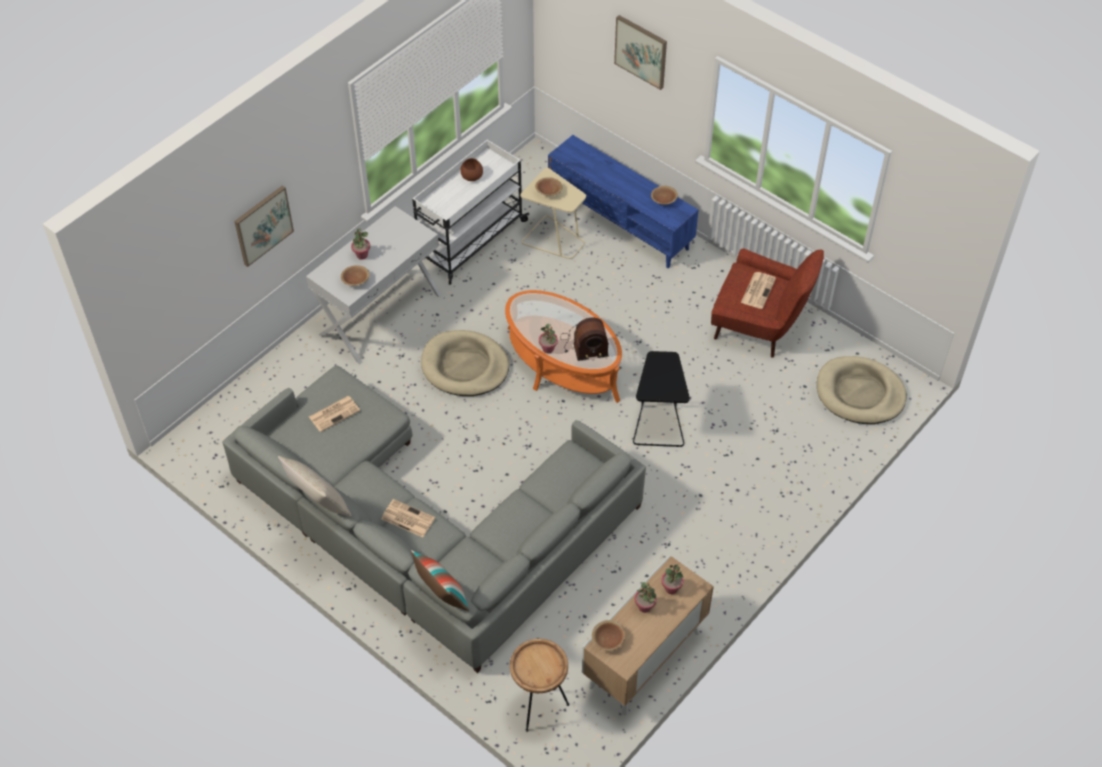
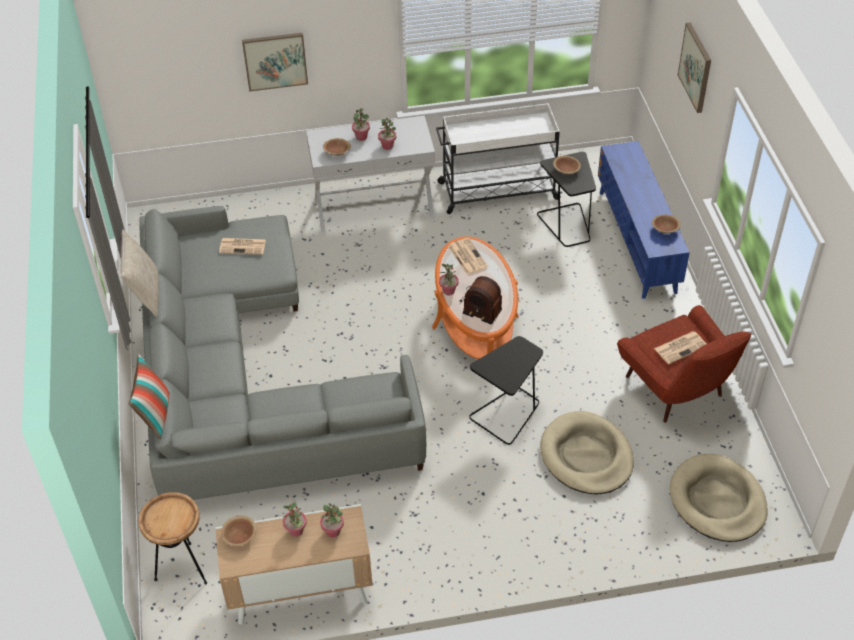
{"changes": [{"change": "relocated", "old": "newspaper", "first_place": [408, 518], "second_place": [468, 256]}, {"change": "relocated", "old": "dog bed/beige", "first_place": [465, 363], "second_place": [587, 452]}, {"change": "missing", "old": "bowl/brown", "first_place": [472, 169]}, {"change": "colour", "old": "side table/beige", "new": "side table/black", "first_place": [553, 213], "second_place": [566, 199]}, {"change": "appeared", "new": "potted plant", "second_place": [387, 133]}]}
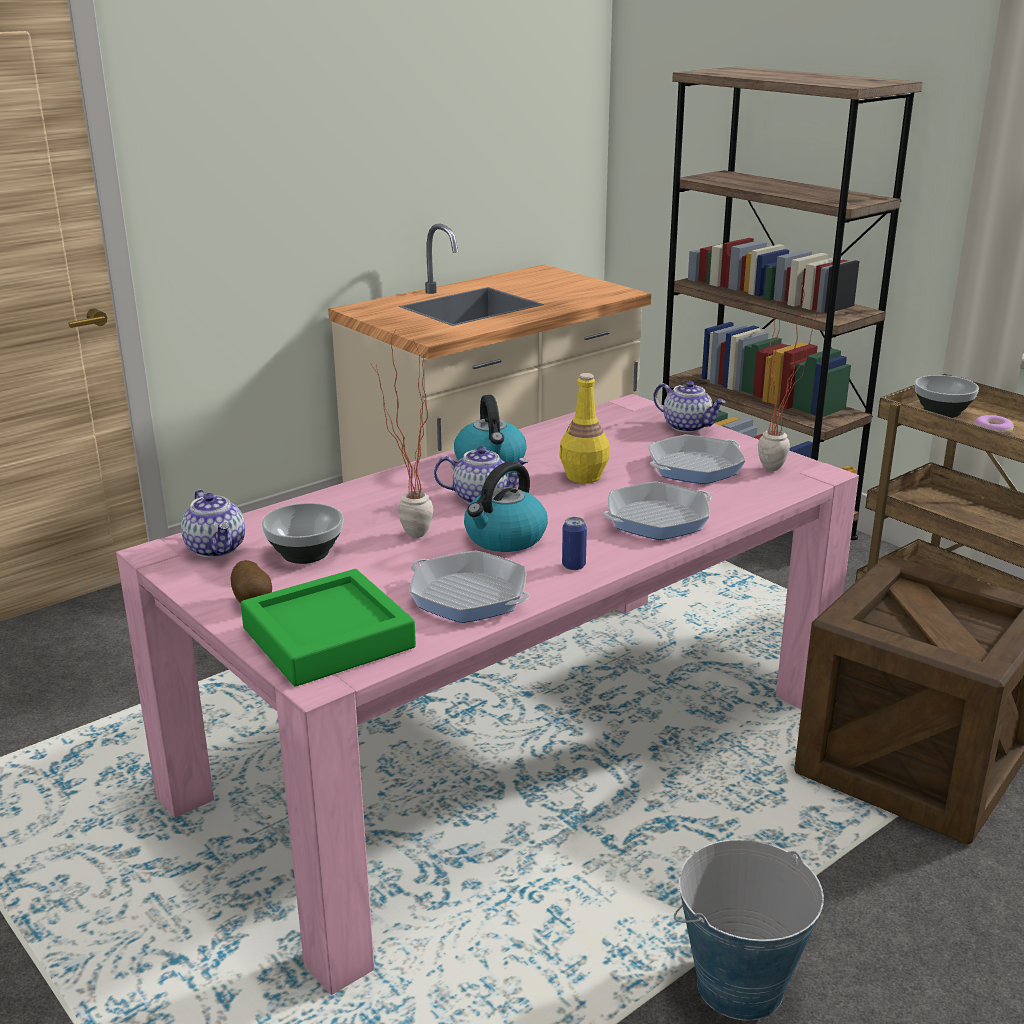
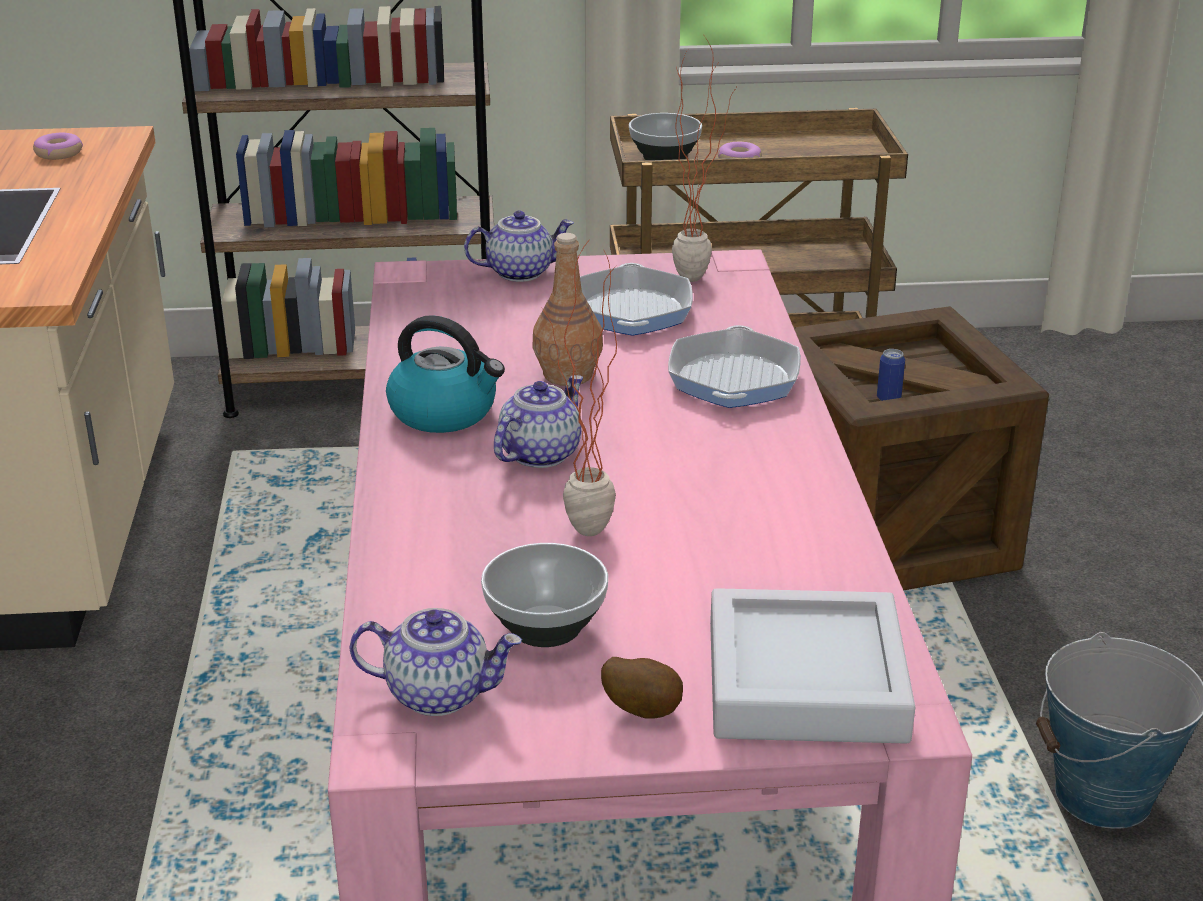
{"changes": [{"change": "colour", "old": "tray/green", "new": "tray/grey", "first_place": [328, 628], "second_place": [812, 666]}, {"change": "missing", "old": "frying pan", "first_place": [469, 587]}, {"change": "missing", "old": "kettle", "first_place": [505, 507]}, {"change": "colour", "old": "bottle/yellow", "new": "bottle/brown", "first_place": [584, 428], "second_place": [567, 309]}, {"change": "relocated", "old": "can", "first_place": [574, 543], "second_place": [891, 375]}, {"change": "appeared", "new": "donut", "second_place": [58, 146]}]}
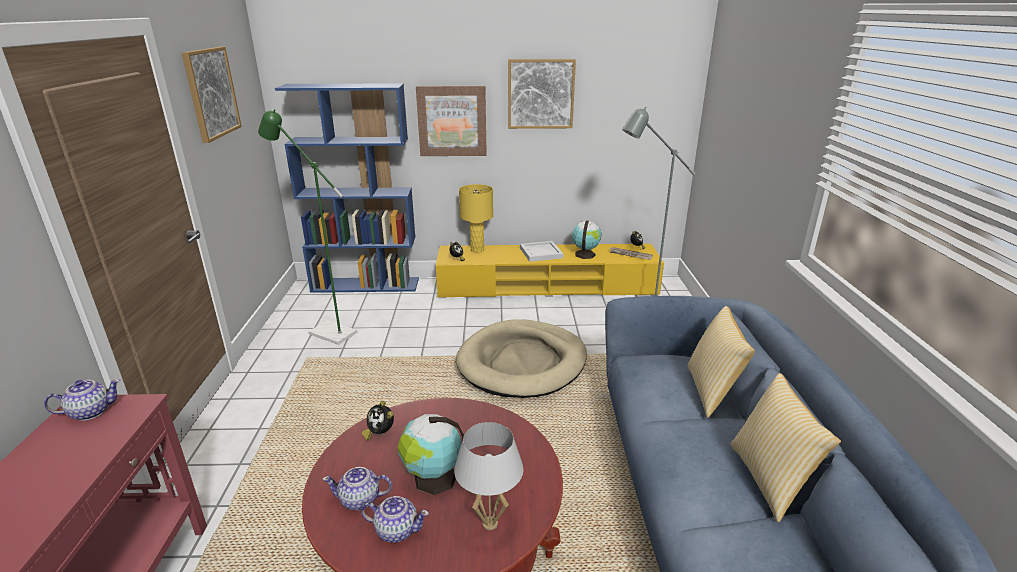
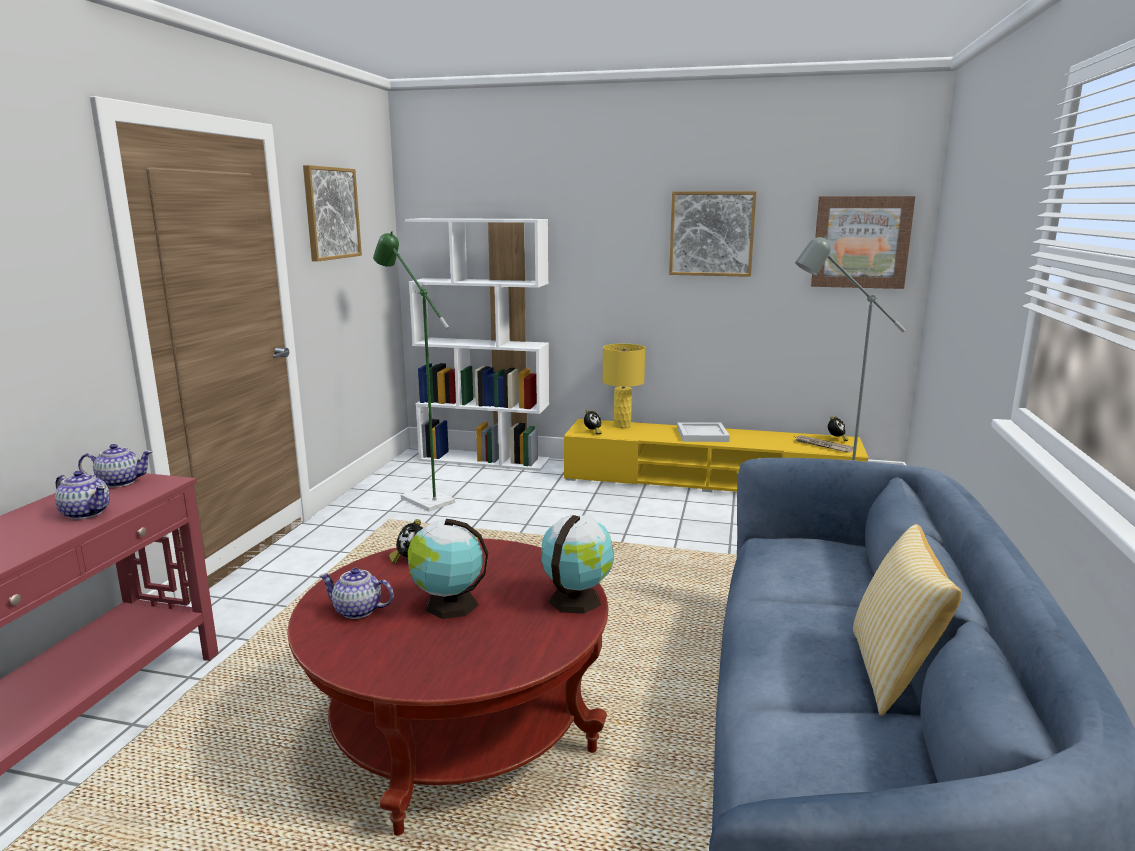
{"changes": [{"change": "colour", "old": "bookcase/blue", "new": "bookcase/white", "first_place": [347, 188], "second_place": [477, 344]}, {"change": "relocated", "old": "teapot", "first_place": [395, 519], "second_place": [82, 495]}, {"change": "relocated", "old": "picture", "first_place": [451, 121], "second_place": [863, 242]}, {"change": "missing", "old": "table lamp/white", "first_place": [489, 476]}, {"change": "missing", "old": "dog bed/beige", "first_place": [521, 358]}, {"change": "relocated", "old": "globe", "first_place": [586, 240], "second_place": [578, 564]}, {"change": "missing", "old": "pillow", "first_place": [721, 362]}]}
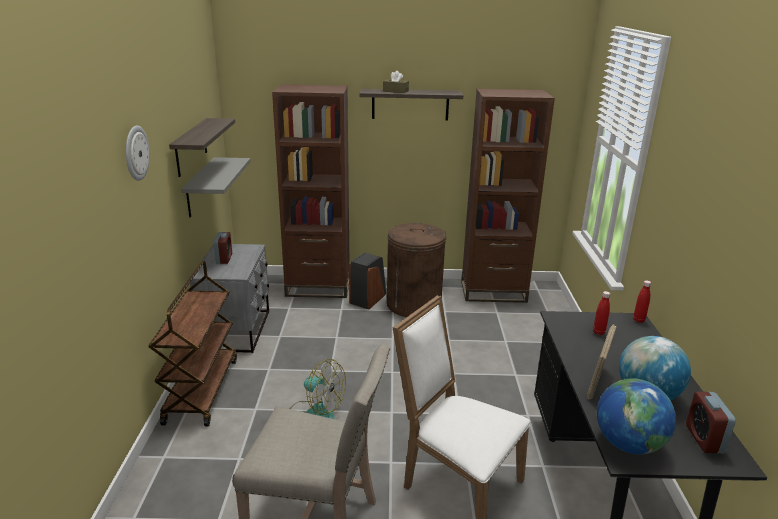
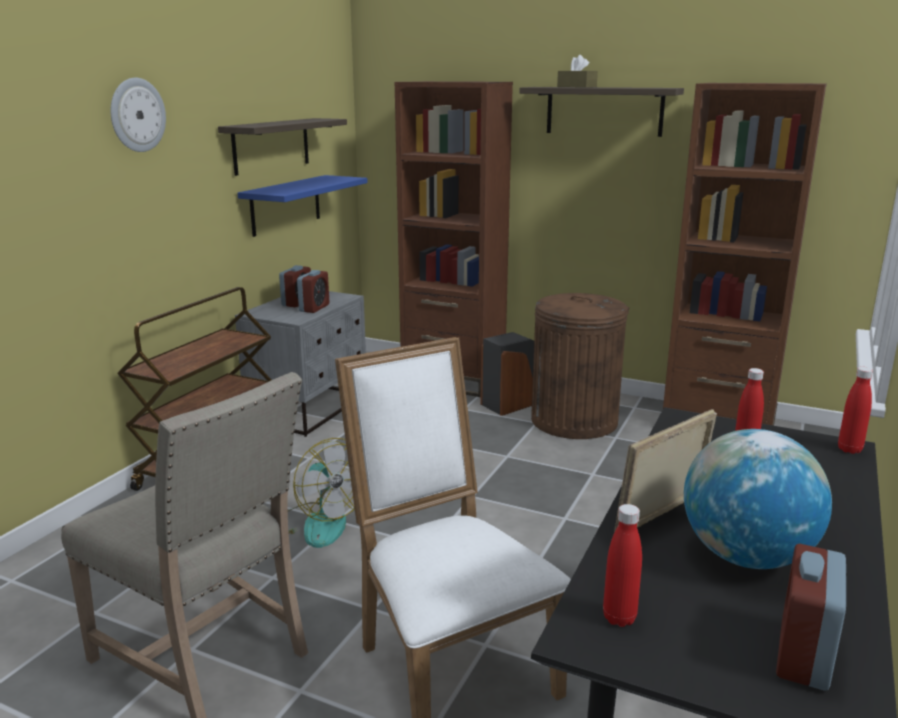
{"changes": [{"change": "colour", "old": "shelf/grey", "new": "shelf/blue", "first_place": [216, 187], "second_place": [302, 206]}, {"change": "exchanged", "old": "globe", "new": "bottle/red", "first_place": [636, 416], "second_place": [622, 565]}, {"change": "appeared", "new": "alarm clock", "second_place": [313, 291]}]}
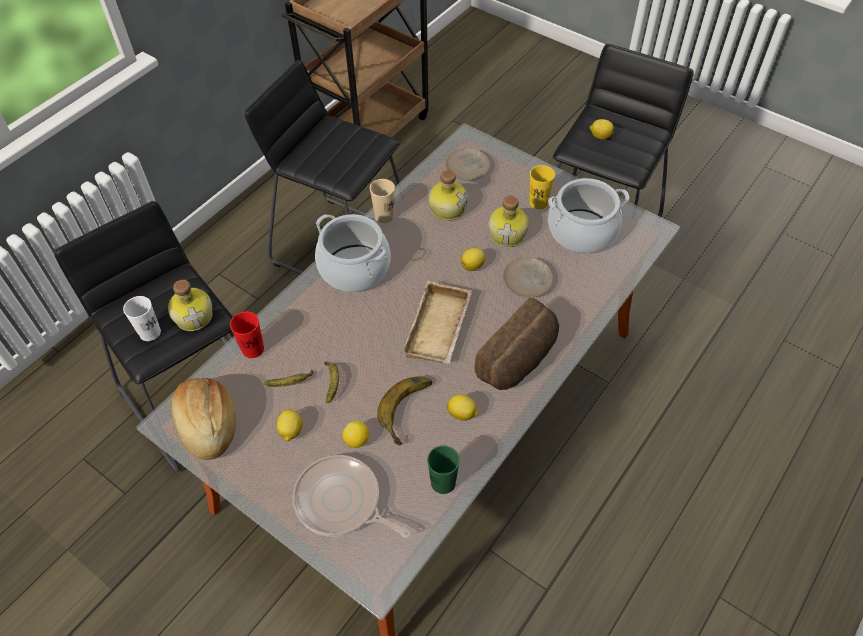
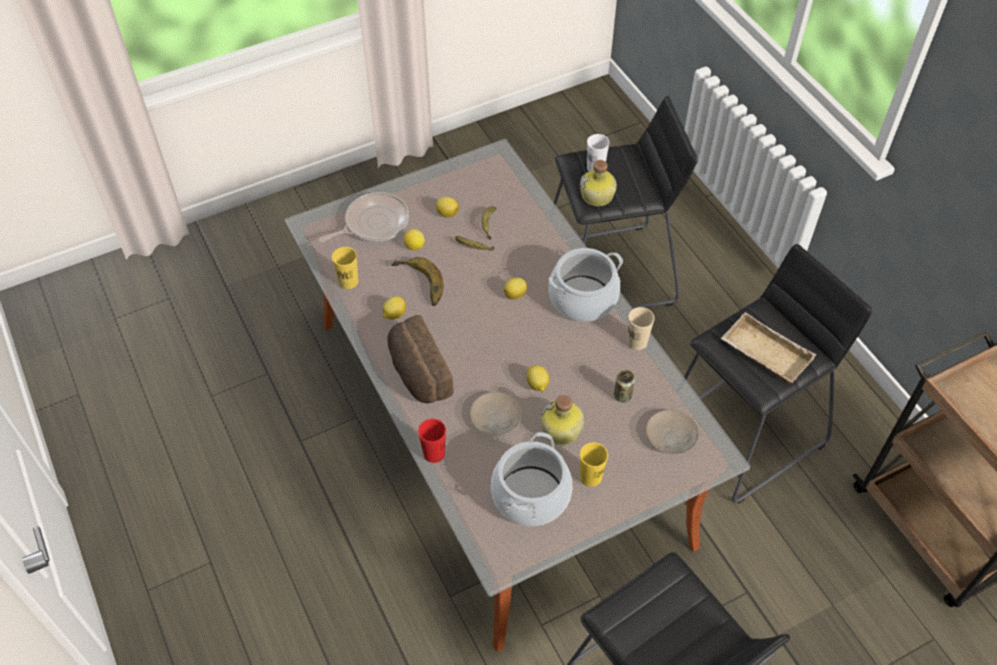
{"changes": [{"change": "missing", "old": "bread", "first_place": [203, 419]}, {"change": "relocated", "old": "cup/red", "first_place": [247, 334], "second_place": [432, 441]}, {"change": "relocated", "old": "tray/beige", "first_place": [437, 322], "second_place": [768, 347]}, {"change": "colour", "old": "cup/green", "new": "cup/yellow", "first_place": [443, 469], "second_place": [345, 268]}, {"change": "exchanged", "old": "bottle", "new": "can", "first_place": [448, 195], "second_place": [624, 386]}, {"change": "relocated", "old": "lemon", "first_place": [602, 129], "second_place": [515, 288]}]}
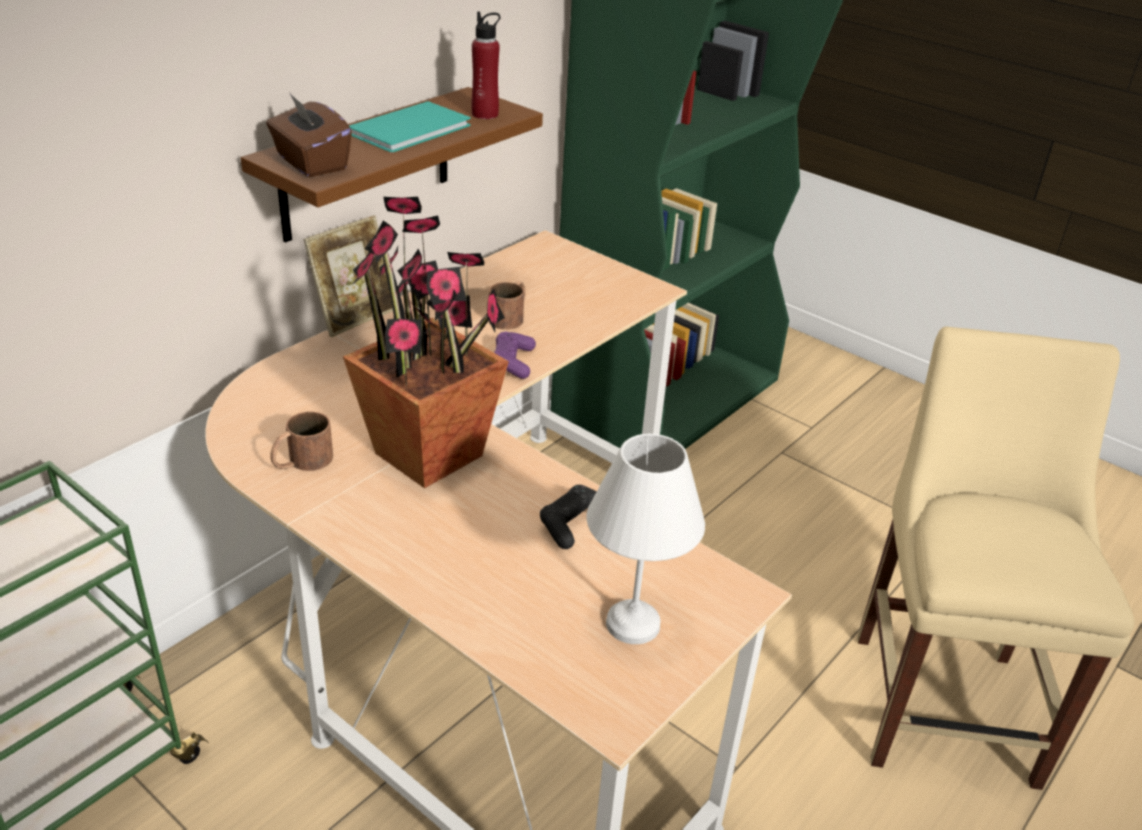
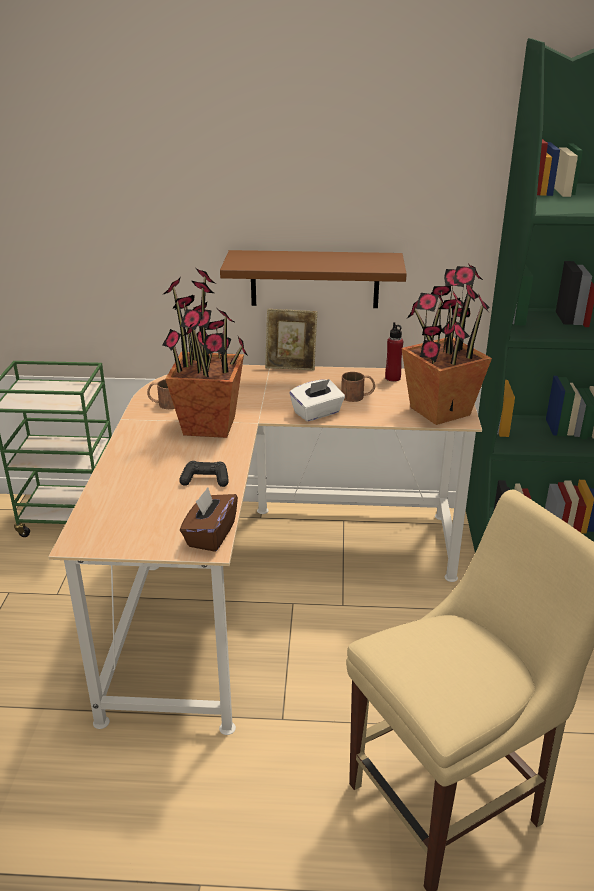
{"changes": [{"change": "relocated", "old": "tissue box/brown", "first_place": [309, 134], "second_place": [209, 519]}, {"change": "missing", "old": "book/turquoise", "first_place": [410, 126]}, {"change": "relocated", "old": "bottle/red", "first_place": [485, 65], "second_place": [394, 352]}, {"change": "exchanged", "old": "game controller/purple", "new": "tissue box/white", "first_place": [515, 355], "second_place": [317, 400]}, {"change": "missing", "old": "table lamp/white", "first_place": [645, 539]}, {"change": "appeared", "new": "potted plant", "second_place": [446, 343]}]}
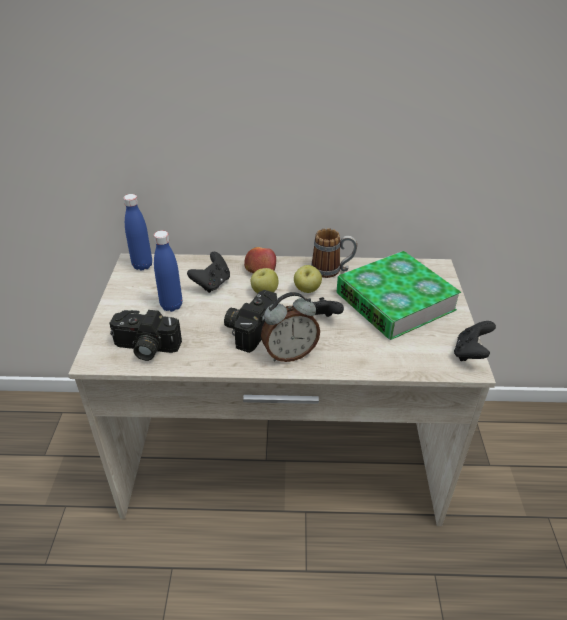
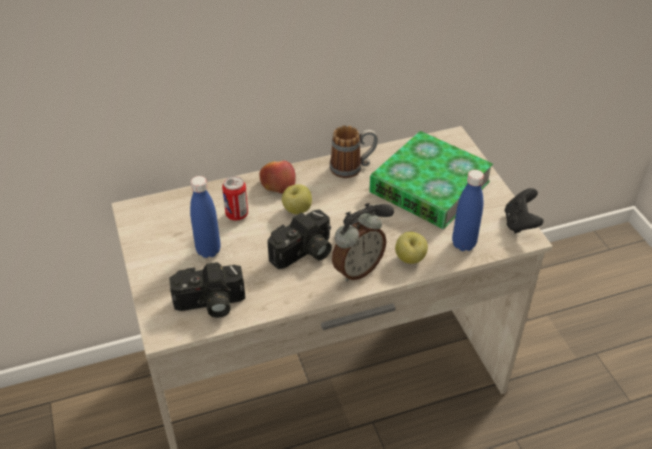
{"changes": [{"change": "relocated", "old": "bottle/blue", "first_place": [138, 232], "second_place": [468, 210]}, {"change": "exchanged", "old": "game controller/black", "new": "can", "first_place": [208, 272], "second_place": [235, 198]}, {"change": "spun", "old": "photo camera", "first_place": [250, 321], "second_place": [300, 239], "degrees": -135}, {"change": "relocated", "old": "apple", "first_place": [308, 279], "second_place": [411, 248]}]}
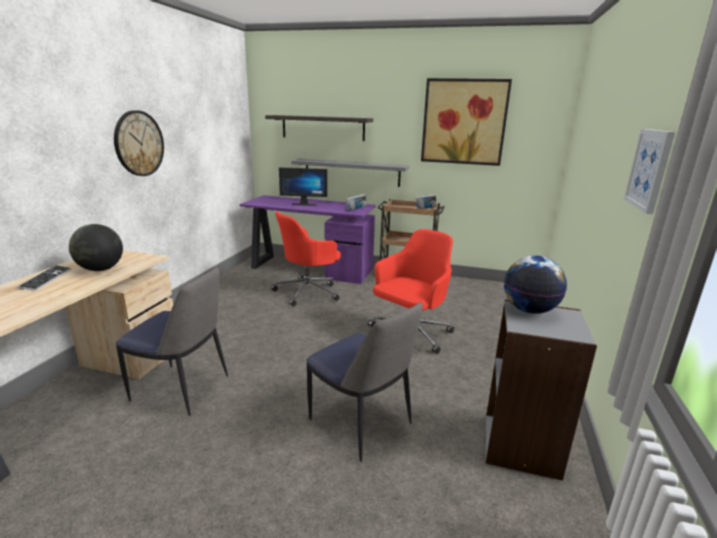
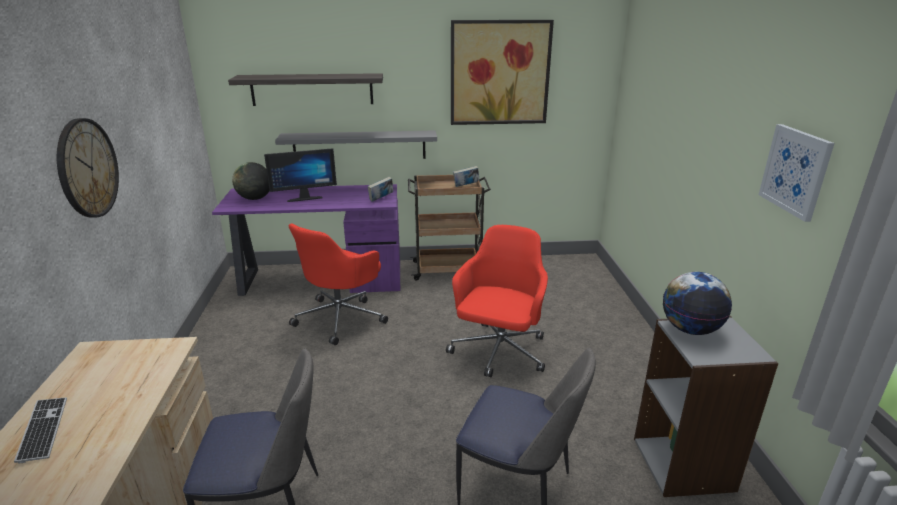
{"changes": [{"change": "relocated", "old": "globe", "first_place": [96, 247], "second_place": [251, 181]}]}
